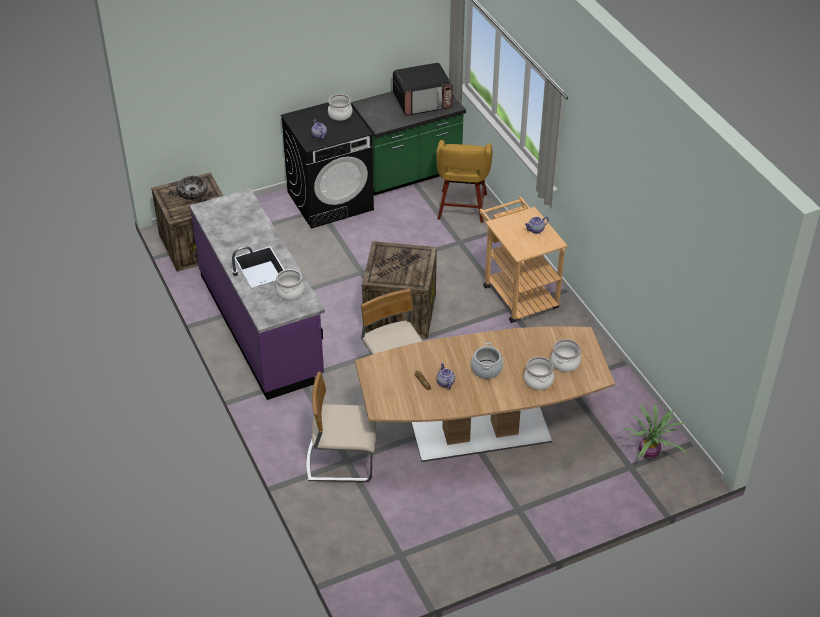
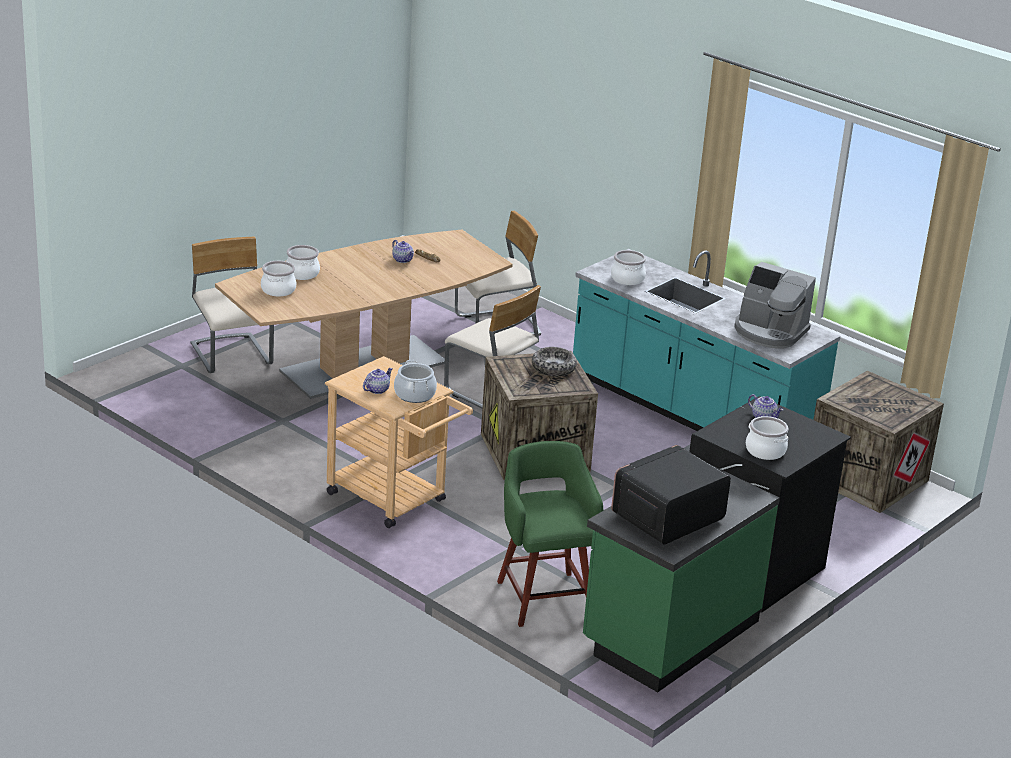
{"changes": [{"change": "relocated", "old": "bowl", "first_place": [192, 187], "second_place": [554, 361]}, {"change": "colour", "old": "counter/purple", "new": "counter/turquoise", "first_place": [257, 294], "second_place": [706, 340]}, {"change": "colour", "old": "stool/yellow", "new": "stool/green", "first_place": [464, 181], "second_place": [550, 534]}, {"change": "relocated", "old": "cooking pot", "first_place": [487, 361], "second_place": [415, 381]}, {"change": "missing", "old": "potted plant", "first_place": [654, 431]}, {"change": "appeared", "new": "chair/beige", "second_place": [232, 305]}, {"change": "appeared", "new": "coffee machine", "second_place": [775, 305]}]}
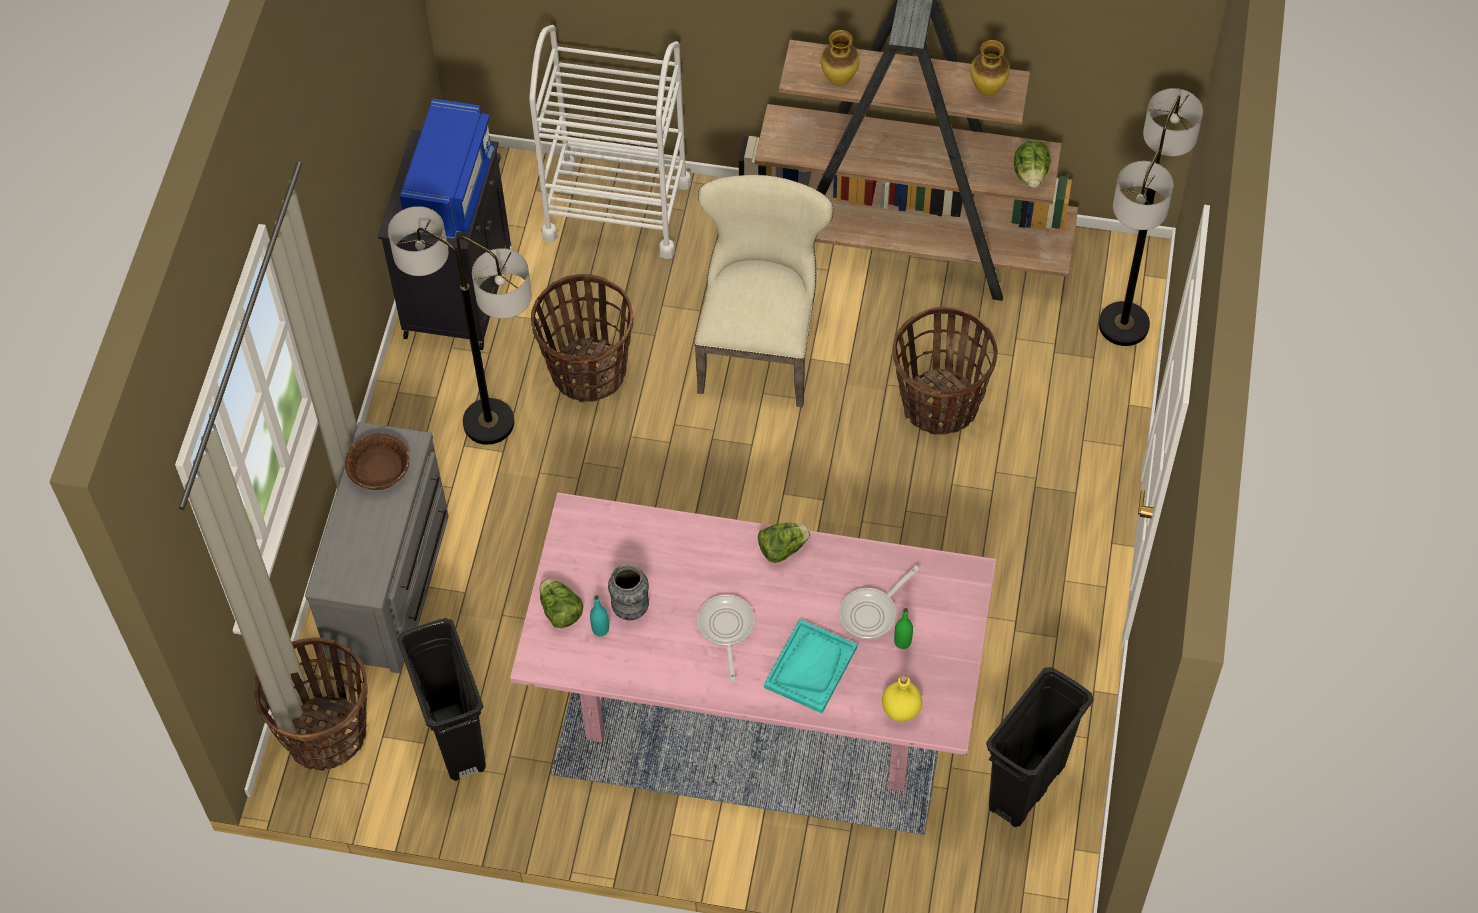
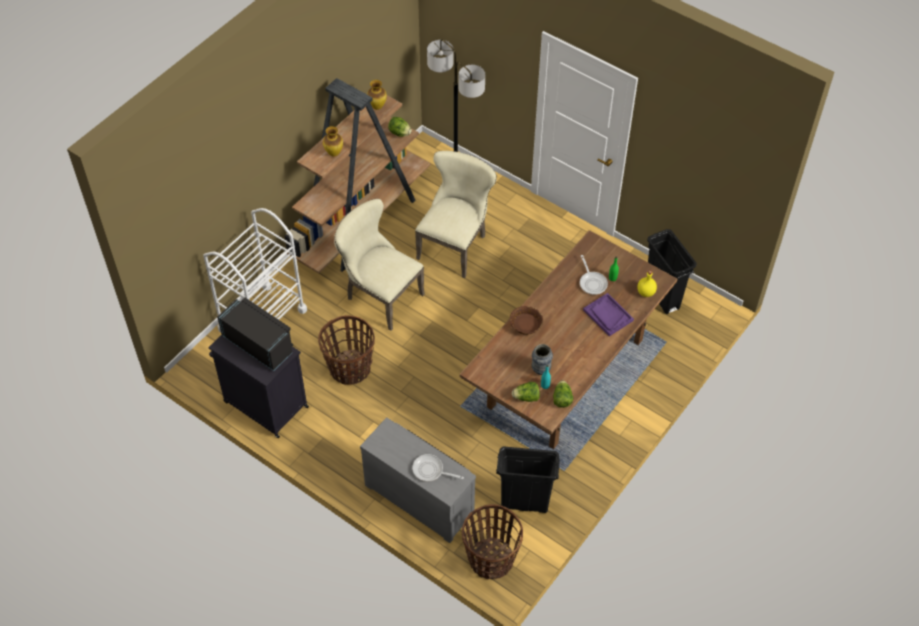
{"changes": [{"change": "relocated", "old": "bowl/brown", "first_place": [377, 461], "second_place": [526, 320]}, {"change": "missing", "old": "floor lamp", "first_place": [460, 325]}, {"change": "colour", "old": "microwave/blue", "new": "microwave/black", "first_place": [447, 168], "second_place": [255, 334]}, {"change": "colour", "old": "dining table/pink", "new": "dining table/brown", "first_place": [753, 642], "second_place": [568, 339]}, {"change": "relocated", "old": "frying pan", "first_place": [725, 638], "second_place": [438, 468]}, {"change": "relocated", "old": "lettuce", "first_place": [784, 542], "second_place": [563, 394]}, {"change": "colour", "old": "tray/turquoise", "new": "tray/purple", "first_place": [810, 666], "second_place": [608, 314]}, {"change": "exchanged", "old": "basket", "new": "chair/beige", "first_place": [945, 371], "second_place": [456, 214]}]}
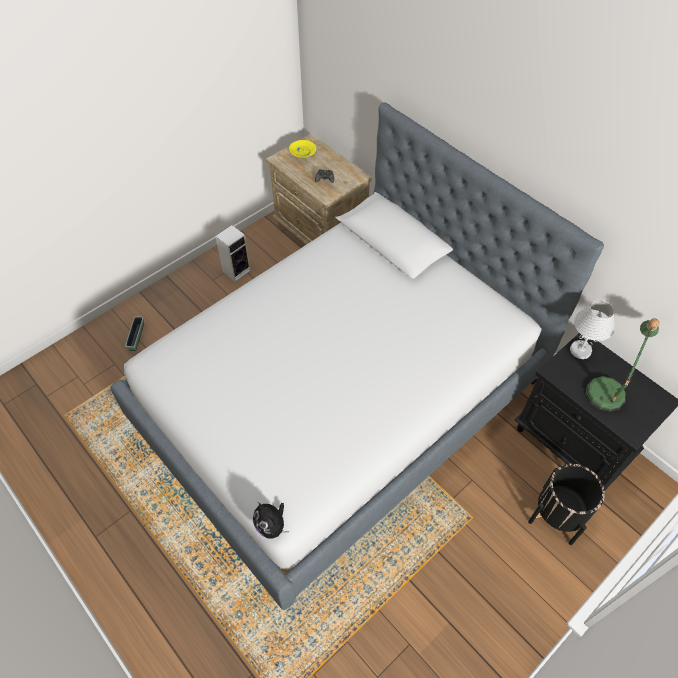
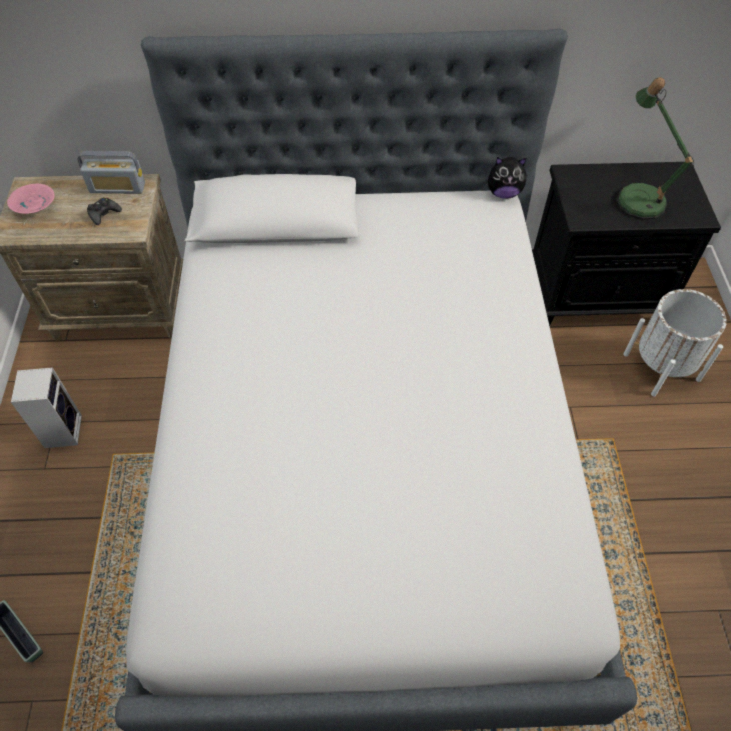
{"changes": [{"change": "relocated", "old": "plush toy", "first_place": [271, 520], "second_place": [507, 178]}, {"change": "colour", "old": "bowl/yellow", "new": "bowl/pink", "first_place": [302, 149], "second_place": [31, 199]}, {"change": "colour", "old": "planter/black", "new": "planter/white", "first_place": [566, 504], "second_place": [675, 342]}, {"change": "missing", "old": "table lamp/white", "first_place": [592, 329]}, {"change": "appeared", "new": "radio", "second_place": [111, 172]}]}
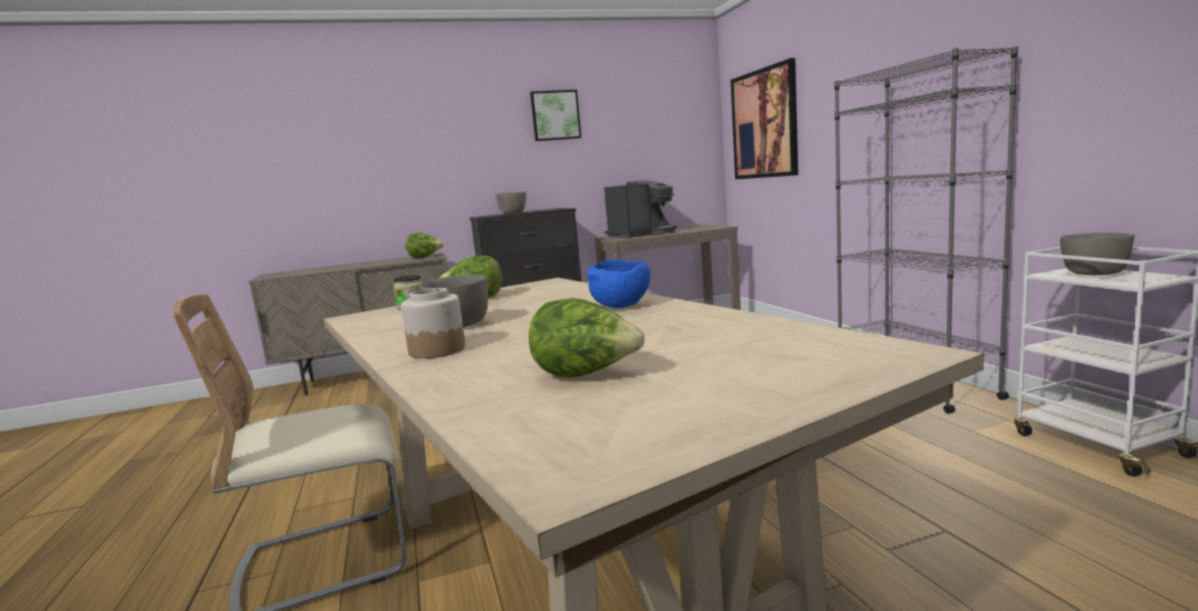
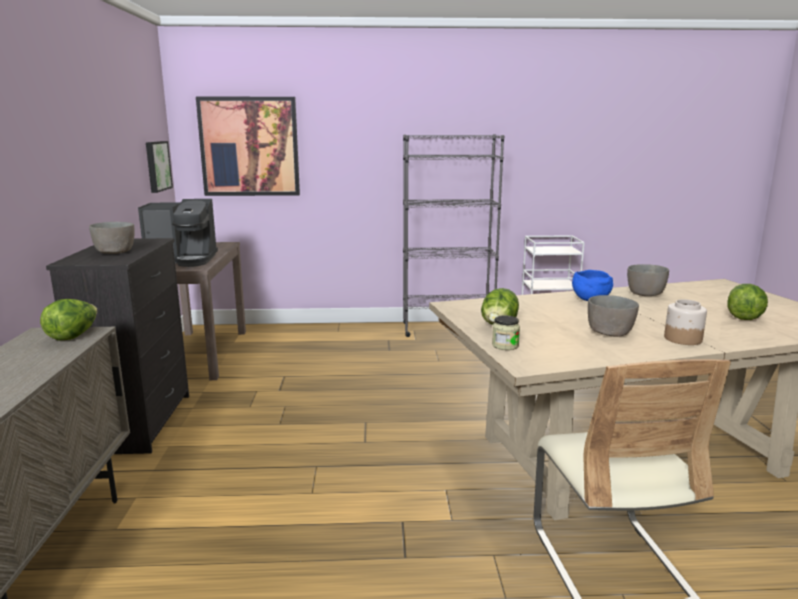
{"changes": [{"change": "relocated", "old": "picture", "first_place": [555, 115], "second_place": [159, 167]}, {"change": "spun", "old": "coffee machine", "first_place": [640, 209], "second_place": [178, 233], "degrees": 105}, {"change": "relocated", "old": "bowl/grey", "first_place": [1097, 254], "second_place": [648, 280]}]}
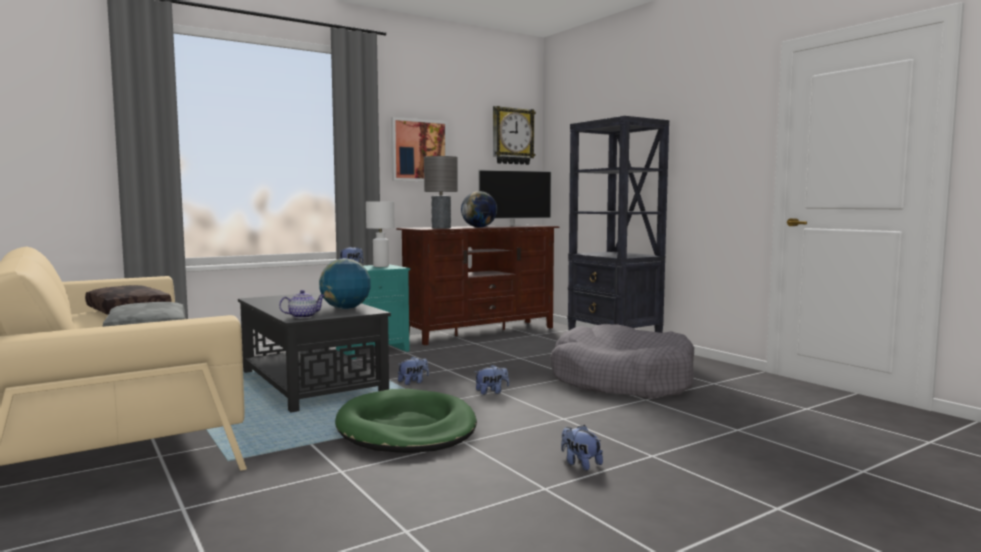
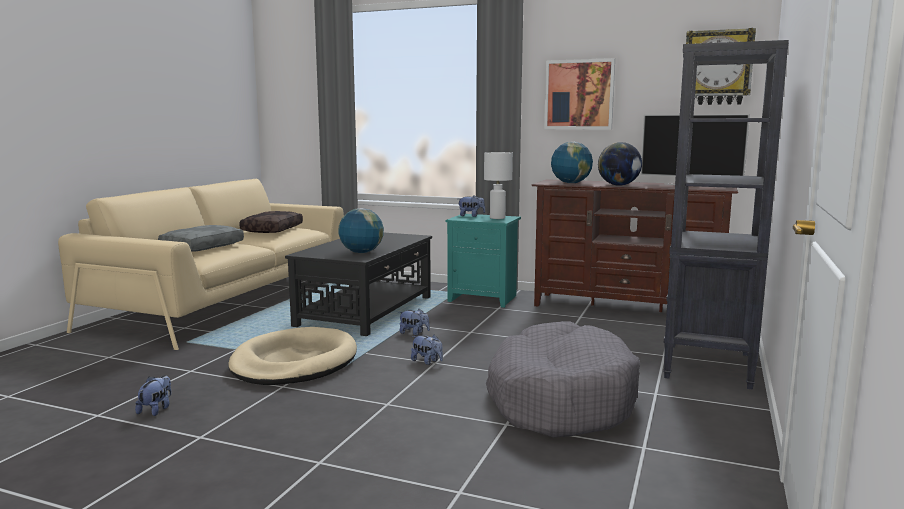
{"changes": [{"change": "missing", "old": "teapot", "first_place": [302, 304]}, {"change": "colour", "old": "dog bed/green", "new": "dog bed/beige", "first_place": [406, 421], "second_place": [292, 356]}, {"change": "exchanged", "old": "table lamp/grey", "new": "globe", "first_place": [441, 192], "second_place": [572, 162]}, {"change": "relocated", "old": "plush toy", "first_place": [582, 447], "second_place": [153, 395]}]}
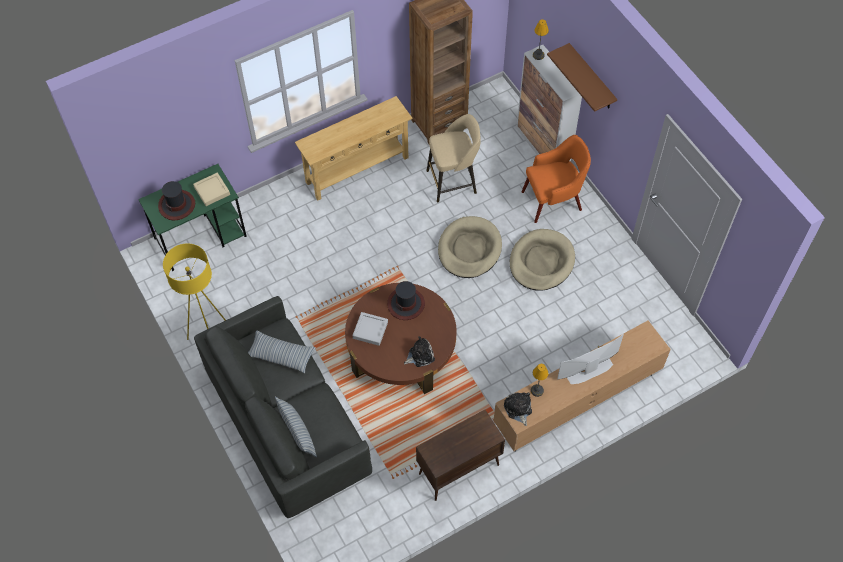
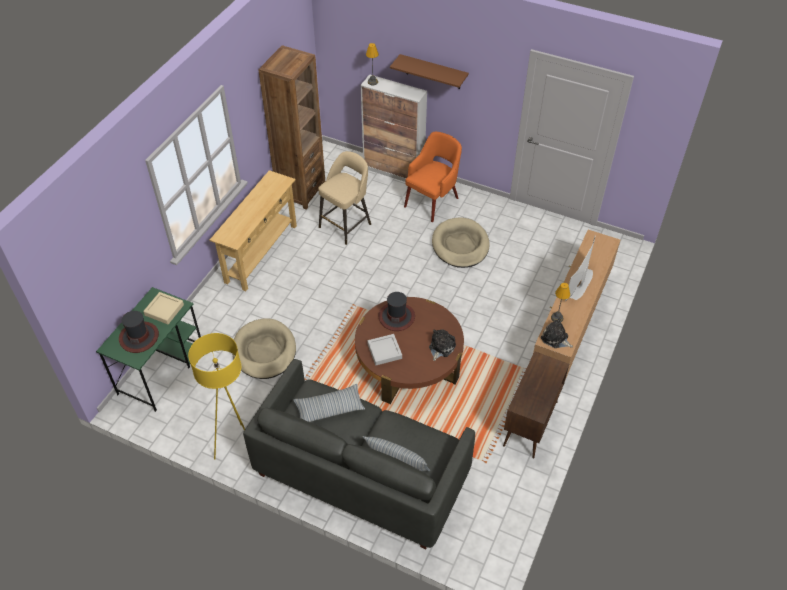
{"changes": [{"change": "relocated", "old": "dog bed/beige", "first_place": [470, 247], "second_place": [264, 348]}]}
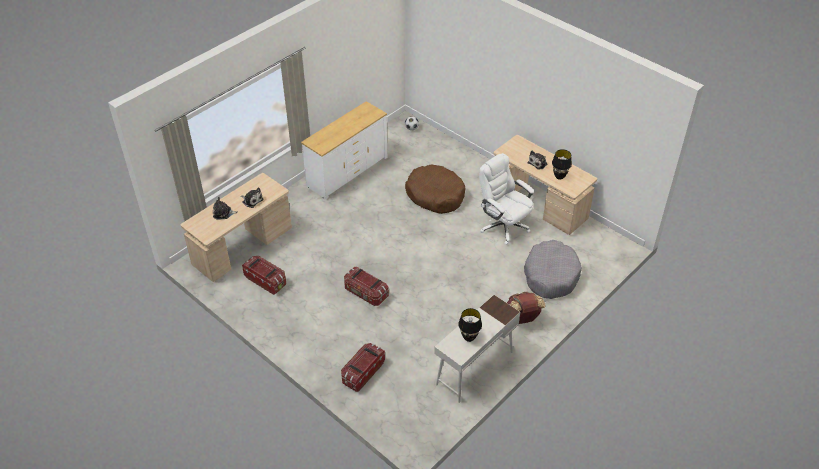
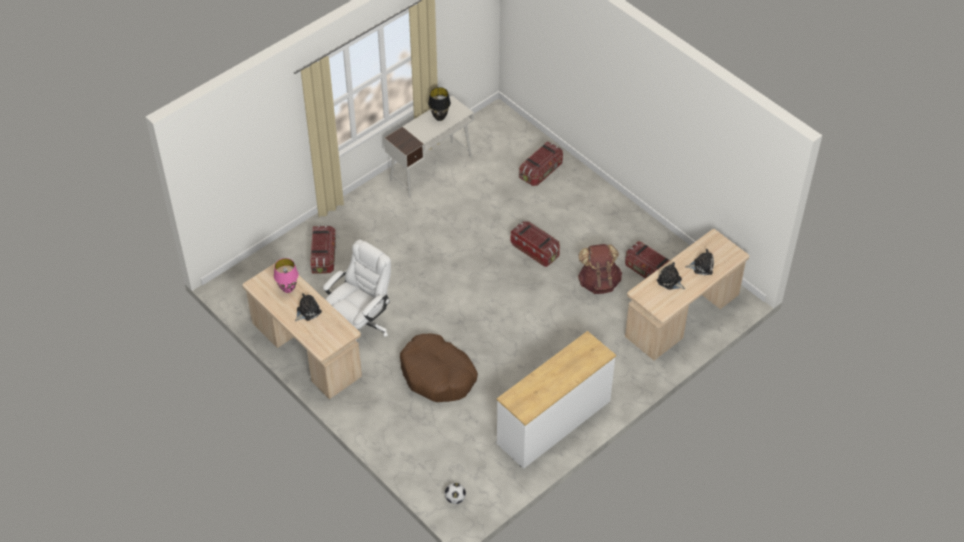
{"changes": [{"change": "spun", "old": "office chair/white", "first_place": [506, 199], "second_place": [357, 290], "degrees": -105}, {"change": "relocated", "old": "backpack/brown", "first_place": [526, 308], "second_place": [600, 269]}, {"change": "exchanged", "old": "dog bed/grey", "new": "storage box", "first_place": [553, 269], "second_place": [323, 249]}, {"change": "colour", "old": "table lamp/black", "new": "table lamp/pink", "first_place": [562, 164], "second_place": [286, 275]}]}
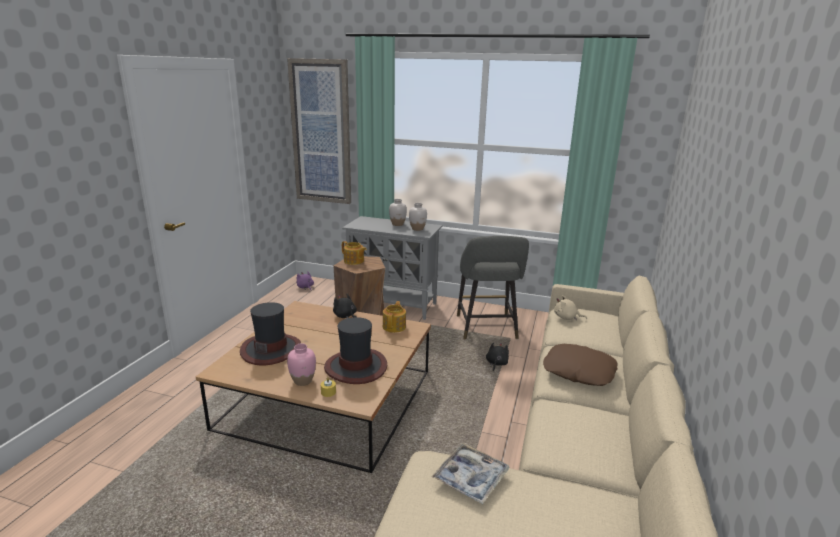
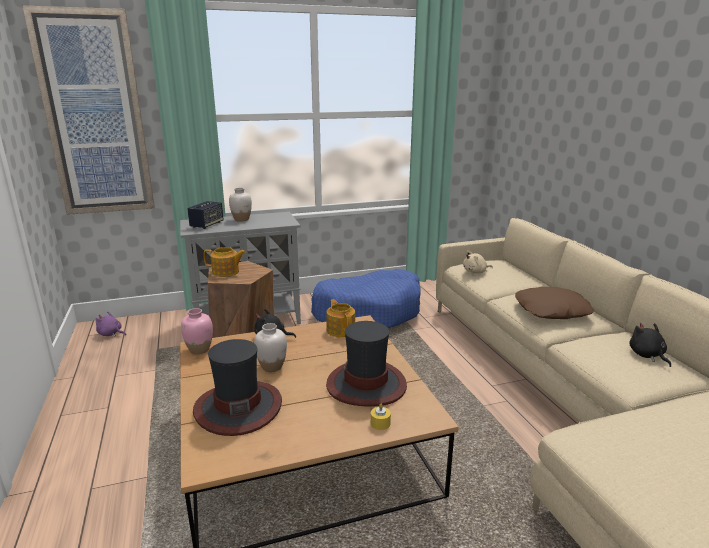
{"changes": [{"change": "relocated", "old": "vase/pink", "first_place": [301, 364], "second_place": [197, 331]}, {"change": "relocated", "old": "vase/white", "first_place": [418, 217], "second_place": [270, 347]}, {"change": "missing", "old": "tray", "first_place": [470, 473]}, {"change": "exchanged", "old": "stool/grey", "new": "dog bed/blue", "first_place": [493, 287], "second_place": [366, 298]}, {"change": "relocated", "old": "plush toy/black", "first_place": [497, 356], "second_place": [650, 345]}, {"change": "appeared", "new": "speaker", "second_place": [205, 215]}]}
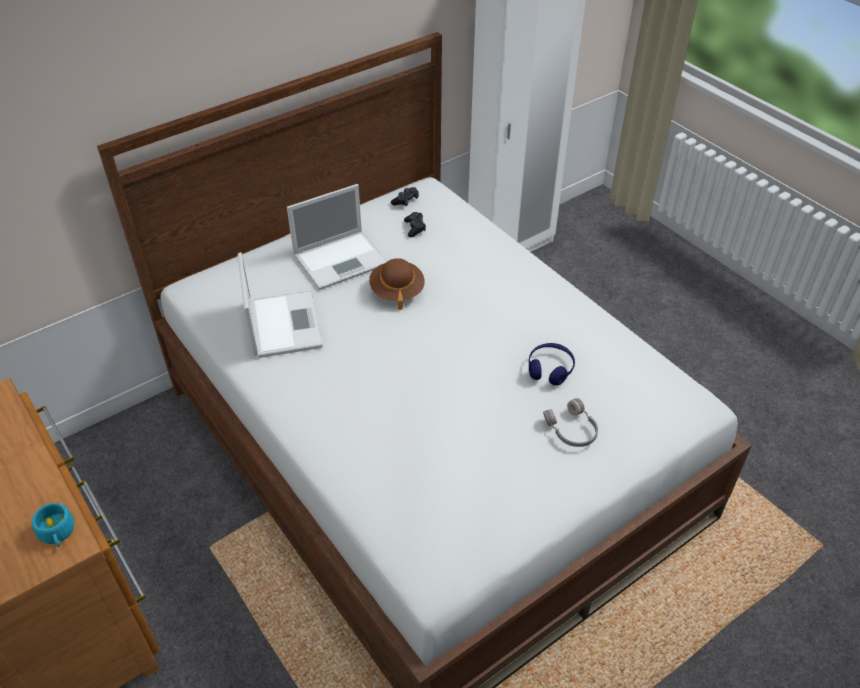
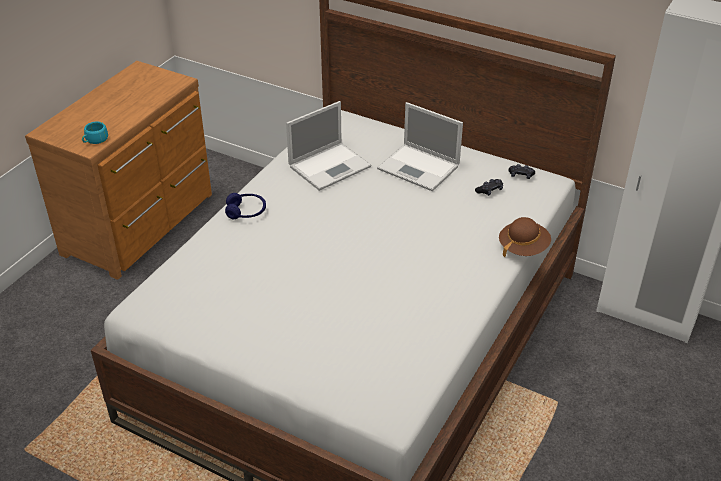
{"changes": [{"change": "relocated", "old": "hat/brown", "first_place": [397, 284], "second_place": [525, 237]}, {"change": "relocated", "old": "headphones/blue", "first_place": [552, 364], "second_place": [245, 206]}, {"change": "missing", "old": "headphones/grey", "first_place": [570, 422]}]}
